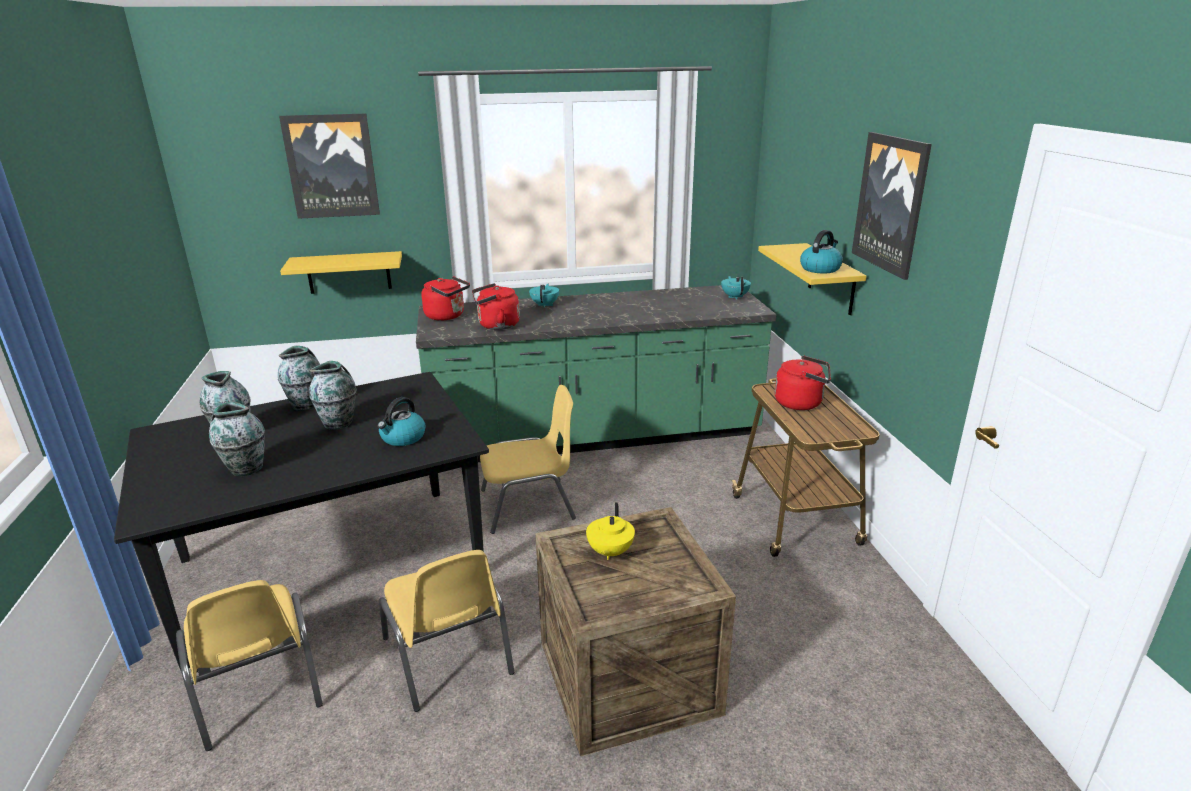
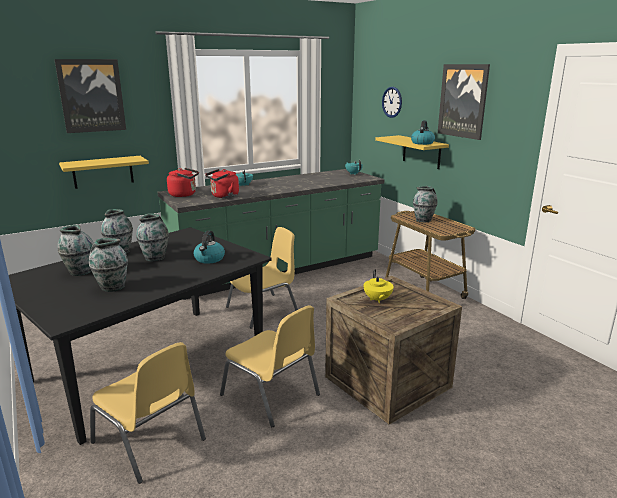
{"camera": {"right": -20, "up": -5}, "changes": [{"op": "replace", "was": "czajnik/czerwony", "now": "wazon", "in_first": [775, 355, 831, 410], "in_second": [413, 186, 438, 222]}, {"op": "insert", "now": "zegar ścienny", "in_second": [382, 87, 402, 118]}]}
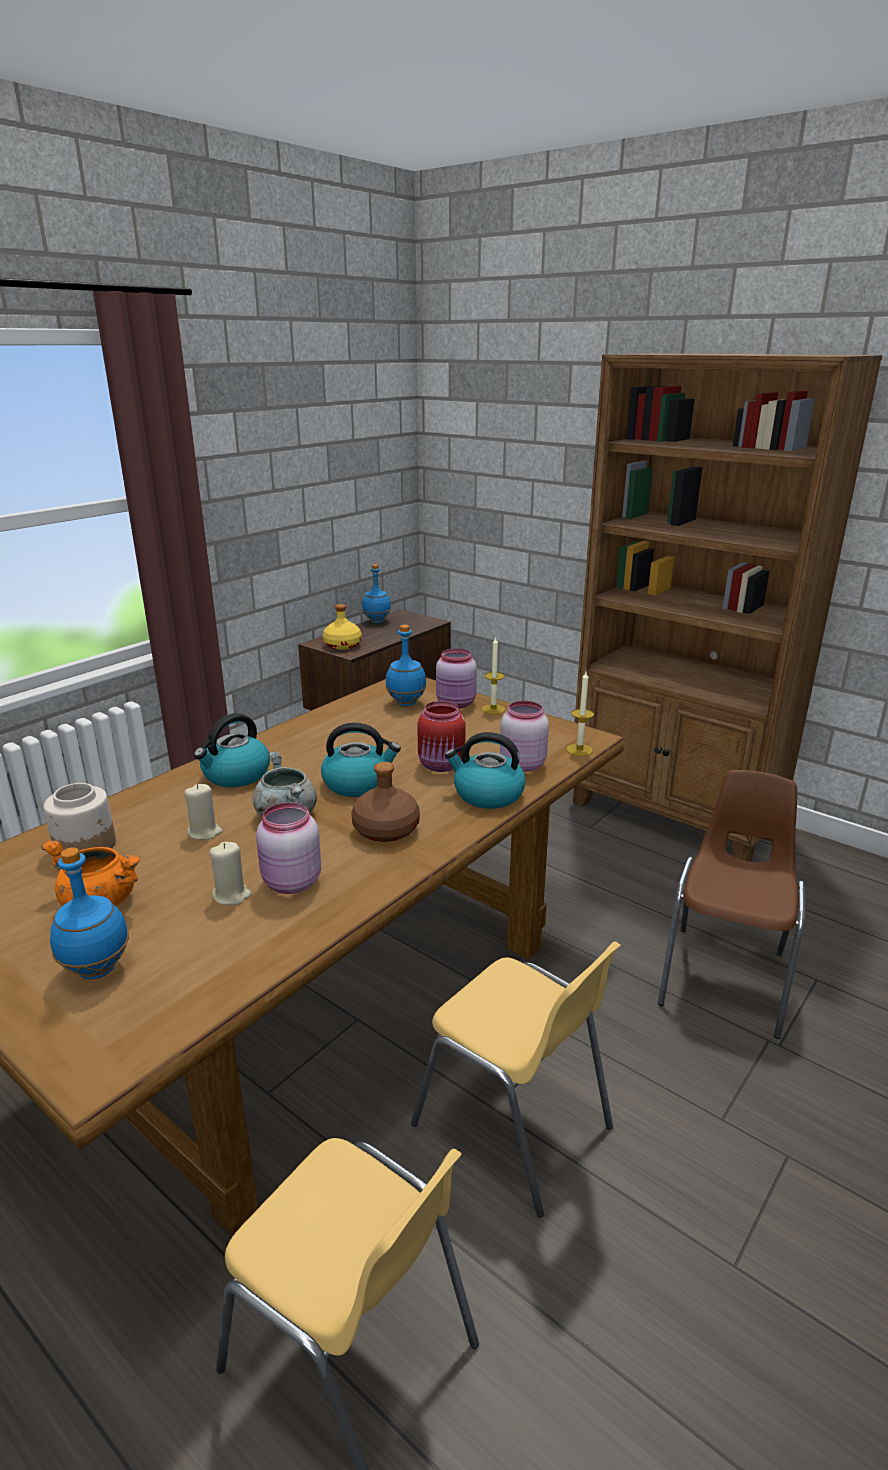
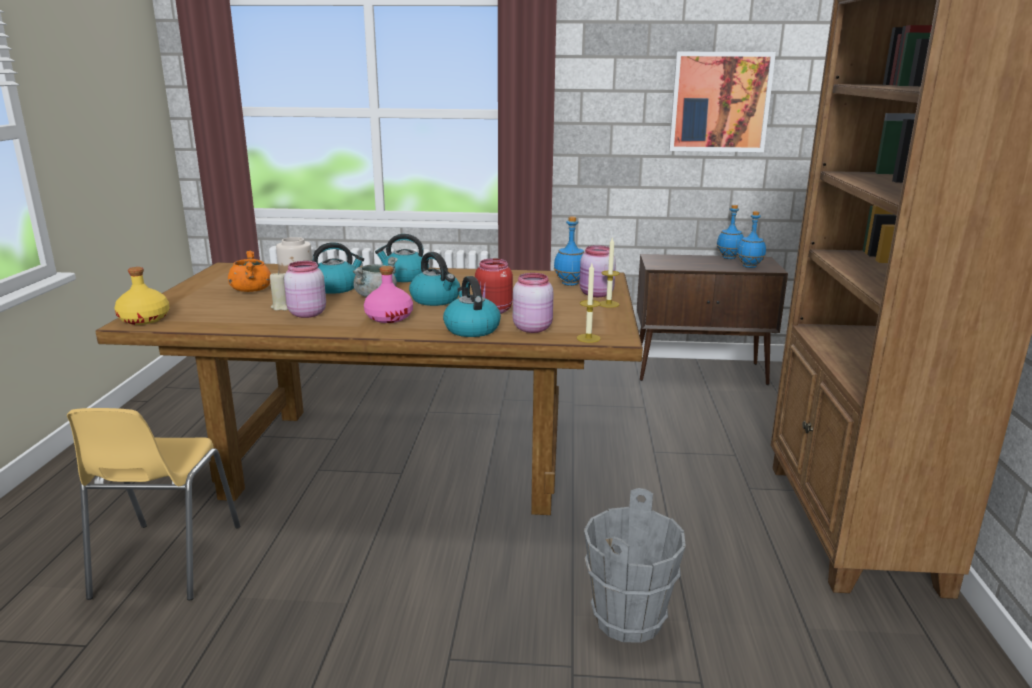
{"camera": {"right": 55, "up": -5}, "changes": [{"op": "move", "was": "butelka/żółty", "in_first": [323, 604, 362, 650], "in_second": [114, 267, 169, 325]}, {"op": "recolor", "was": "butelka/brązowy", "now": "butelka/różowy", "in_first": [351, 762, 420, 842], "in_second": [364, 266, 413, 323]}, {"op": "replace", "was": "krzesło/brązowy", "now": "wiadro/szary", "in_first": [658, 770, 806, 1039], "in_second": [584, 488, 686, 643]}, {"op": "replace", "was": "świeca/beżowy", "now": "czajnik", "in_first": [184, 784, 223, 840], "in_second": [312, 242, 364, 294]}, {"op": "move", "was": "butelka/niebieski", "in_first": [50, 847, 129, 979], "in_second": [737, 211, 766, 268]}, {"op": "delete", "was": "krzesło/żółty", "in_first": [411, 941, 621, 1218]}, {"op": "insert", "now": "obraz", "in_second": [669, 52, 776, 152]}]}
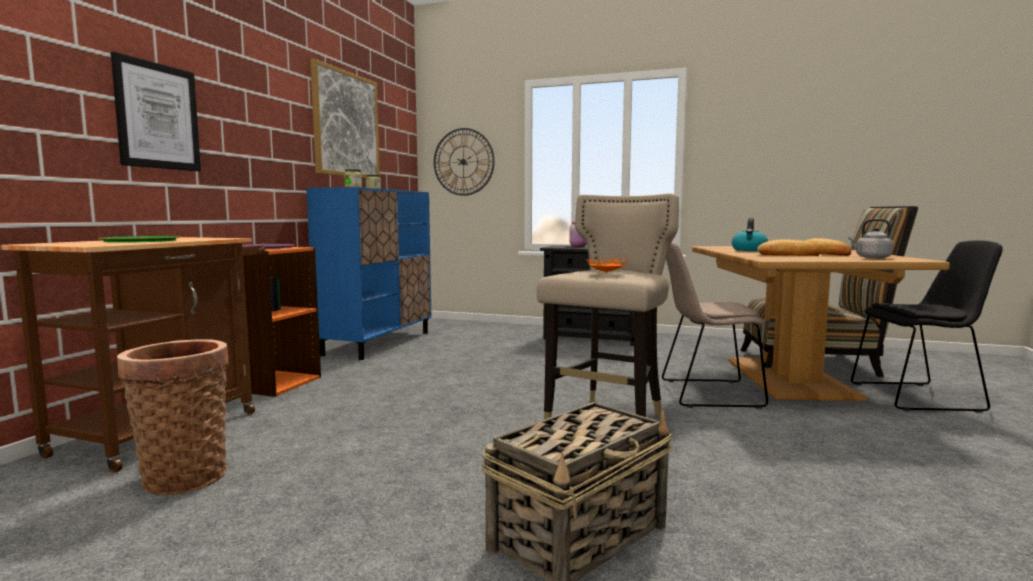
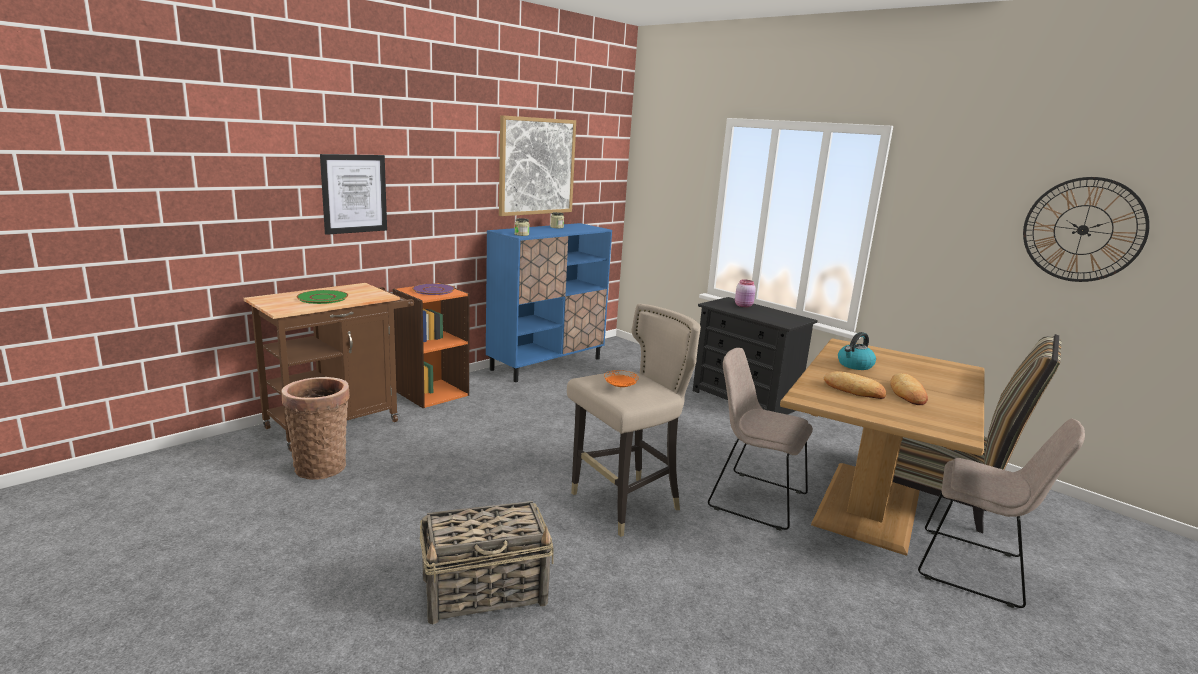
{"camera": {"right": 25, "up": 10}, "changes": [{"op": "move", "was": "zegar ścienny", "in_first": [434, 128, 495, 196], "in_second": [1023, 177, 1150, 282]}, {"op": "delete", "was": "czajnik/szary", "in_first": [848, 219, 893, 259]}, {"op": "recolor", "was": "krzesło/czarny", "now": "krzesło/beżowy", "in_first": [851, 240, 1003, 413], "in_second": [918, 419, 1085, 608]}]}
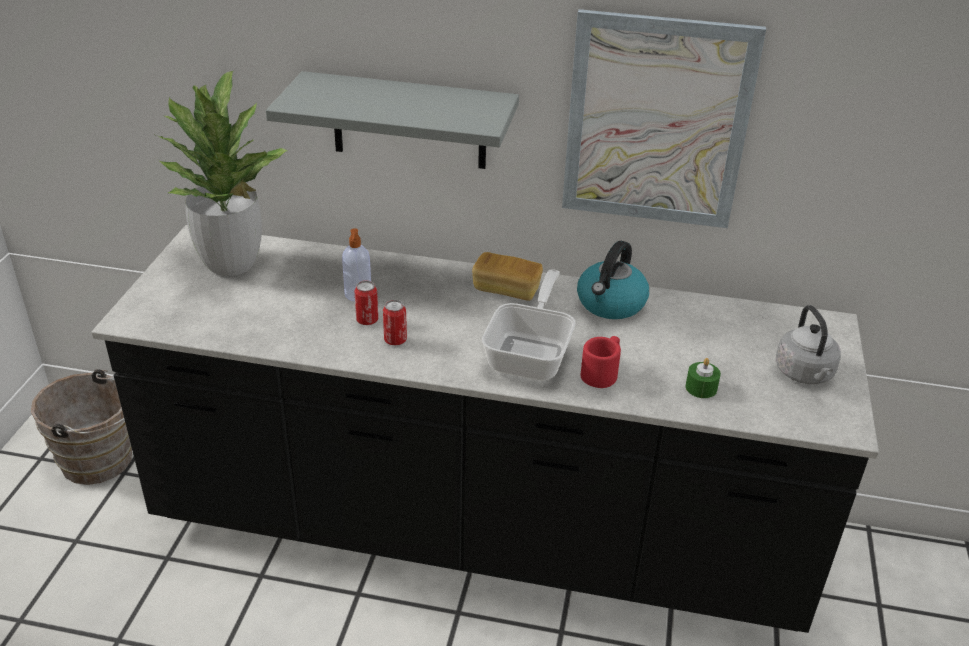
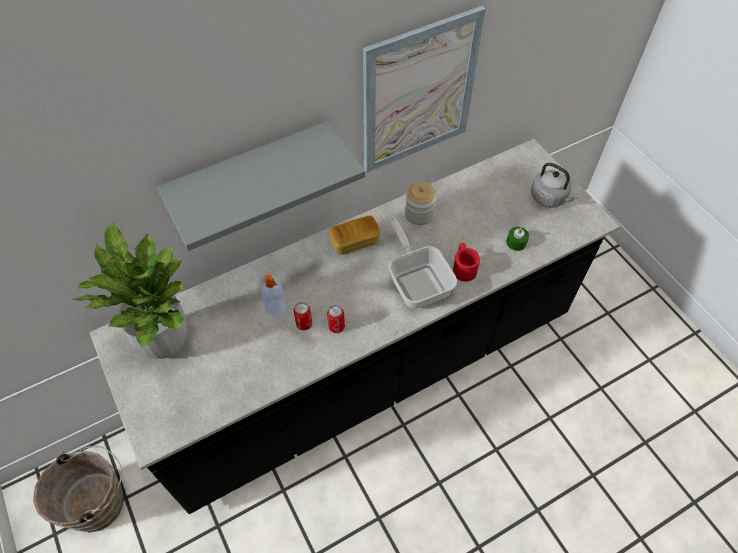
{"camera": {"right": -40, "up": 20}, "changes": [{"op": "replace", "was": "czajnik", "now": "słoik", "in_first": [577, 241, 649, 319], "in_second": [404, 182, 437, 225]}]}
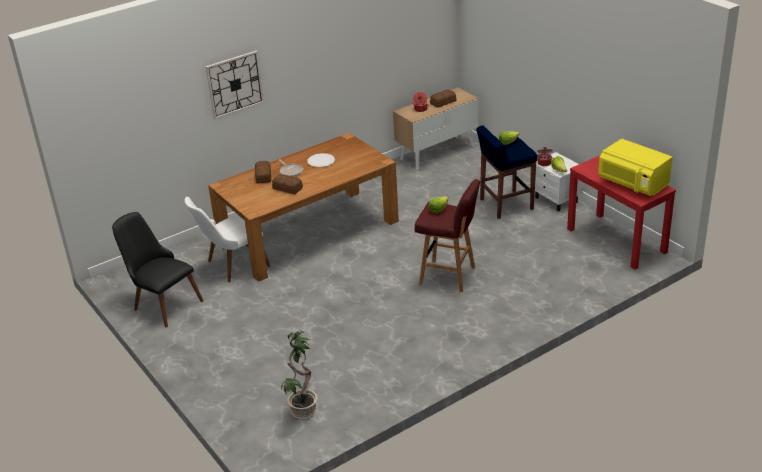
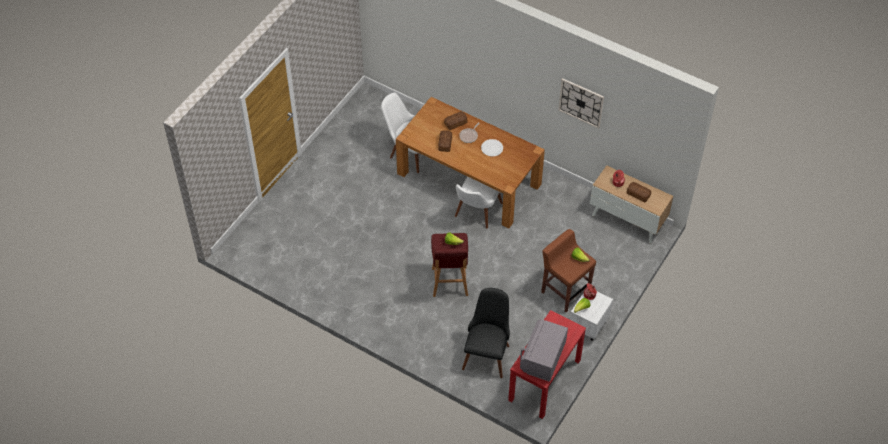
{"camera": {"right": 65, "up": 20}, "changes": [{"op": "move", "was": "zegar ścienny", "in_first": [206, 51, 264, 119], "in_second": [559, 78, 604, 129]}, {"op": "recolor", "was": "stołek/niebieski", "now": "stołek/brązowy", "in_first": [476, 125, 537, 219], "in_second": [541, 229, 596, 313]}, {"op": "recolor", "was": "mikrofalówka/żółty", "now": "mikrofalówka/szary", "in_first": [598, 139, 673, 196], "in_second": [520, 319, 568, 382]}, {"op": "move", "was": "krzesło/czarny", "in_first": [112, 212, 204, 327], "in_second": [462, 288, 510, 378]}, {"op": "delete", "was": "roślina doniczkowa", "in_first": [281, 330, 318, 419]}, {"op": "insert", "now": "krzesło/biały", "in_second": [455, 177, 503, 228]}]}
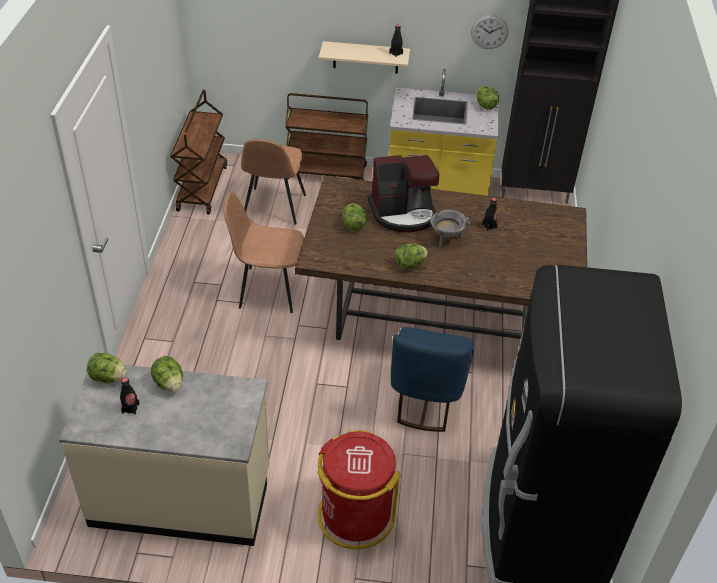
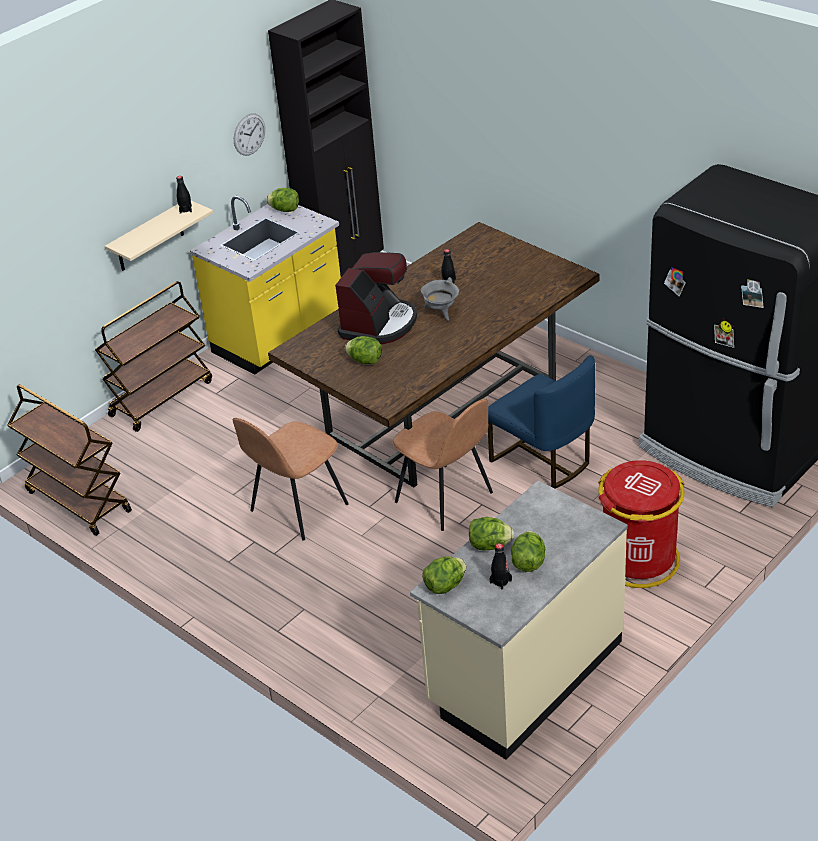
{"camera": {"right": -50, "up": -5}, "changes": [{"op": "move", "was": "krzesło/brązowy", "in_first": [241, 139, 306, 224], "in_second": [392, 398, 493, 531]}, {"op": "move", "was": "sałata", "in_first": [394, 244, 428, 270], "in_second": [511, 531, 545, 572]}]}
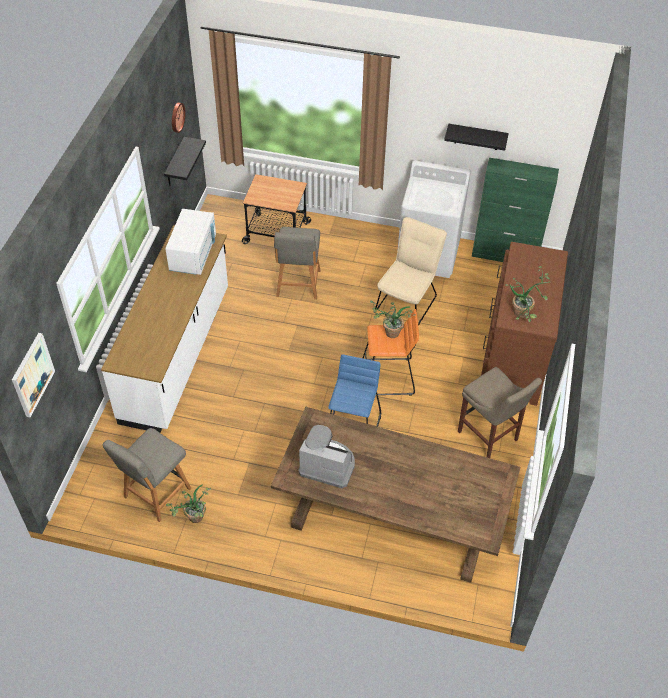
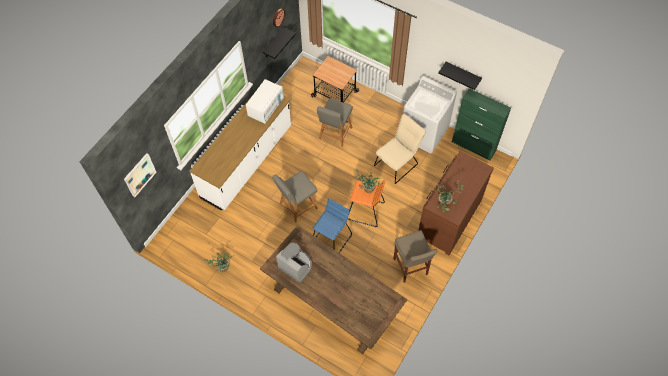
{"camera": {"right": 20, "up": 10}, "changes": [{"op": "move", "was": "krzesło/szary", "in_first": [103, 428, 191, 522], "in_second": [272, 171, 318, 223]}]}
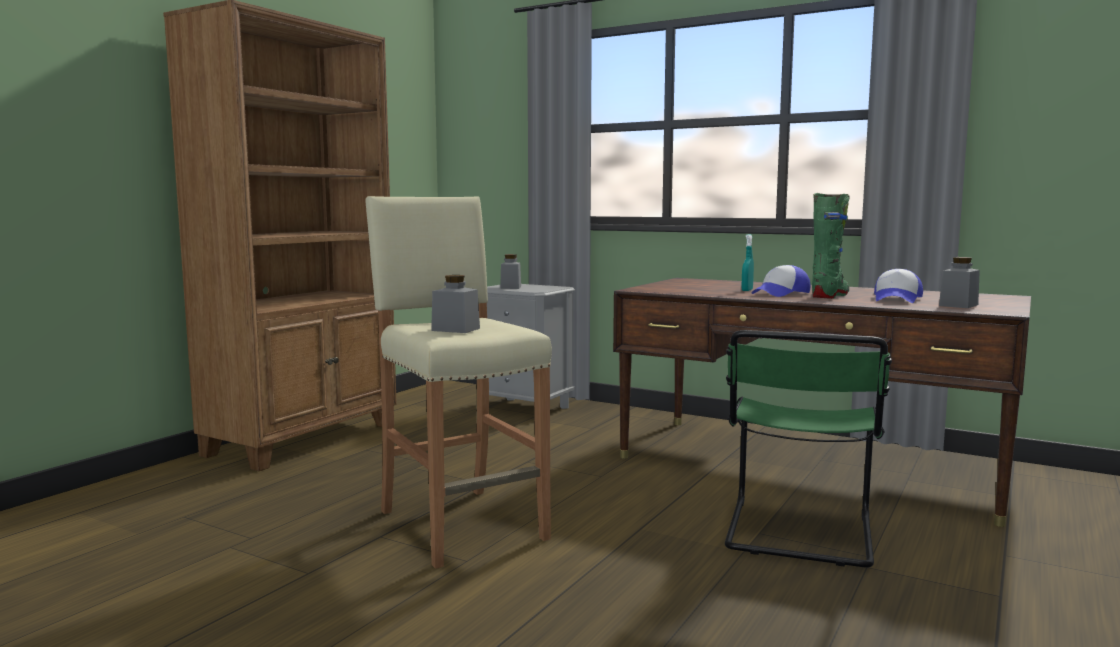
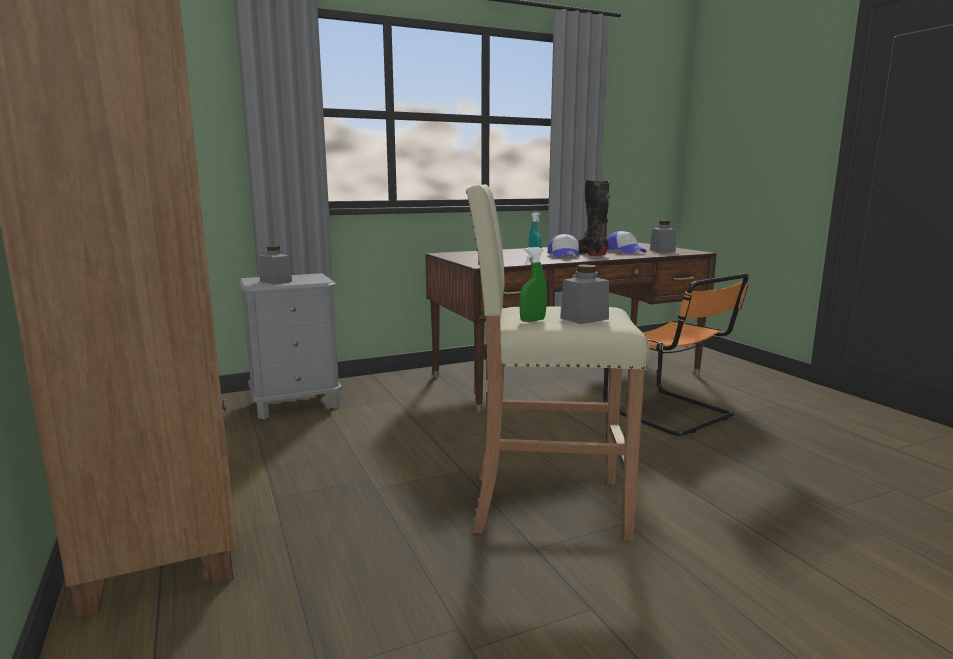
{"camera": {"right": -55, "up": 5}, "changes": [{"op": "recolor", "was": "but z cholewką/zielony", "now": "but z cholewką/czarny", "in_first": [812, 193, 850, 299], "in_second": [578, 180, 610, 256]}, {"op": "recolor", "was": "krzesło/zielony", "now": "krzesło/pomarańczowy", "in_first": [725, 330, 892, 568], "in_second": [603, 273, 749, 436]}, {"op": "insert", "now": "spryskiwacz/zielony", "in_second": [519, 247, 547, 322]}]}
